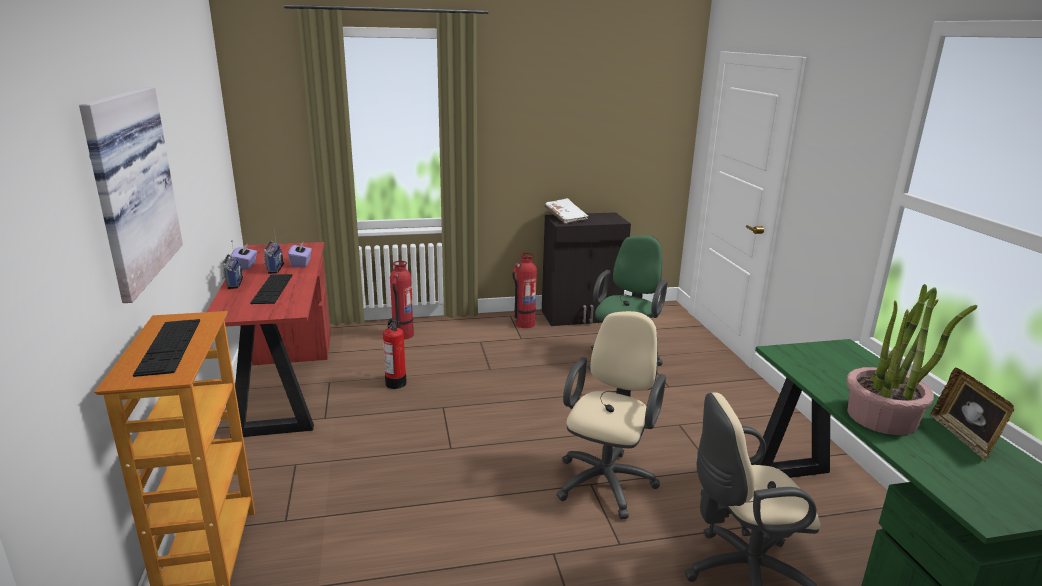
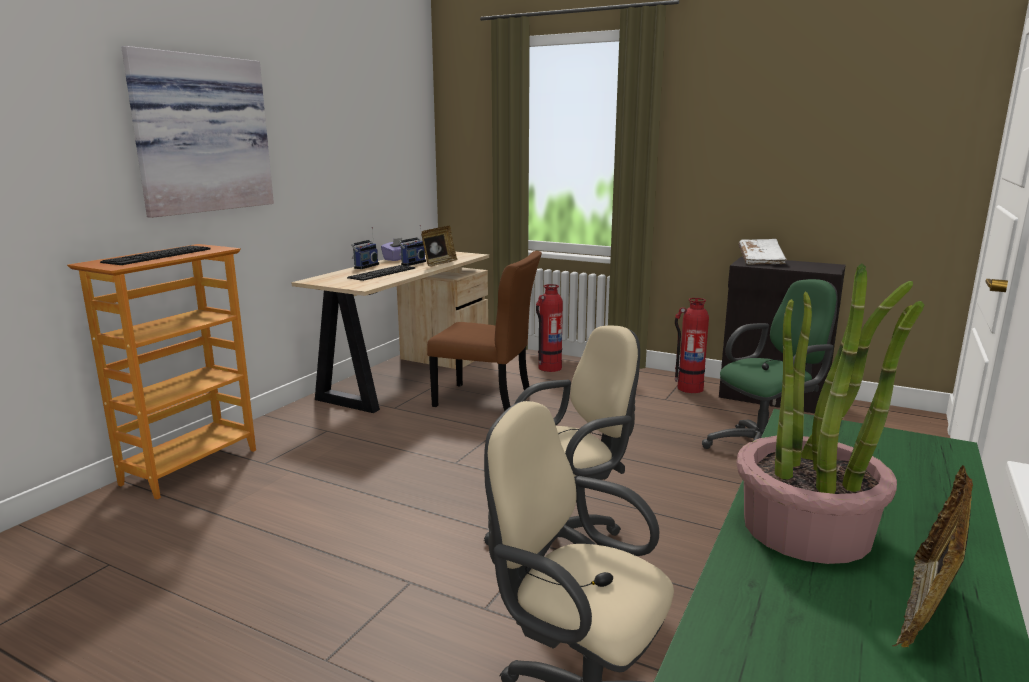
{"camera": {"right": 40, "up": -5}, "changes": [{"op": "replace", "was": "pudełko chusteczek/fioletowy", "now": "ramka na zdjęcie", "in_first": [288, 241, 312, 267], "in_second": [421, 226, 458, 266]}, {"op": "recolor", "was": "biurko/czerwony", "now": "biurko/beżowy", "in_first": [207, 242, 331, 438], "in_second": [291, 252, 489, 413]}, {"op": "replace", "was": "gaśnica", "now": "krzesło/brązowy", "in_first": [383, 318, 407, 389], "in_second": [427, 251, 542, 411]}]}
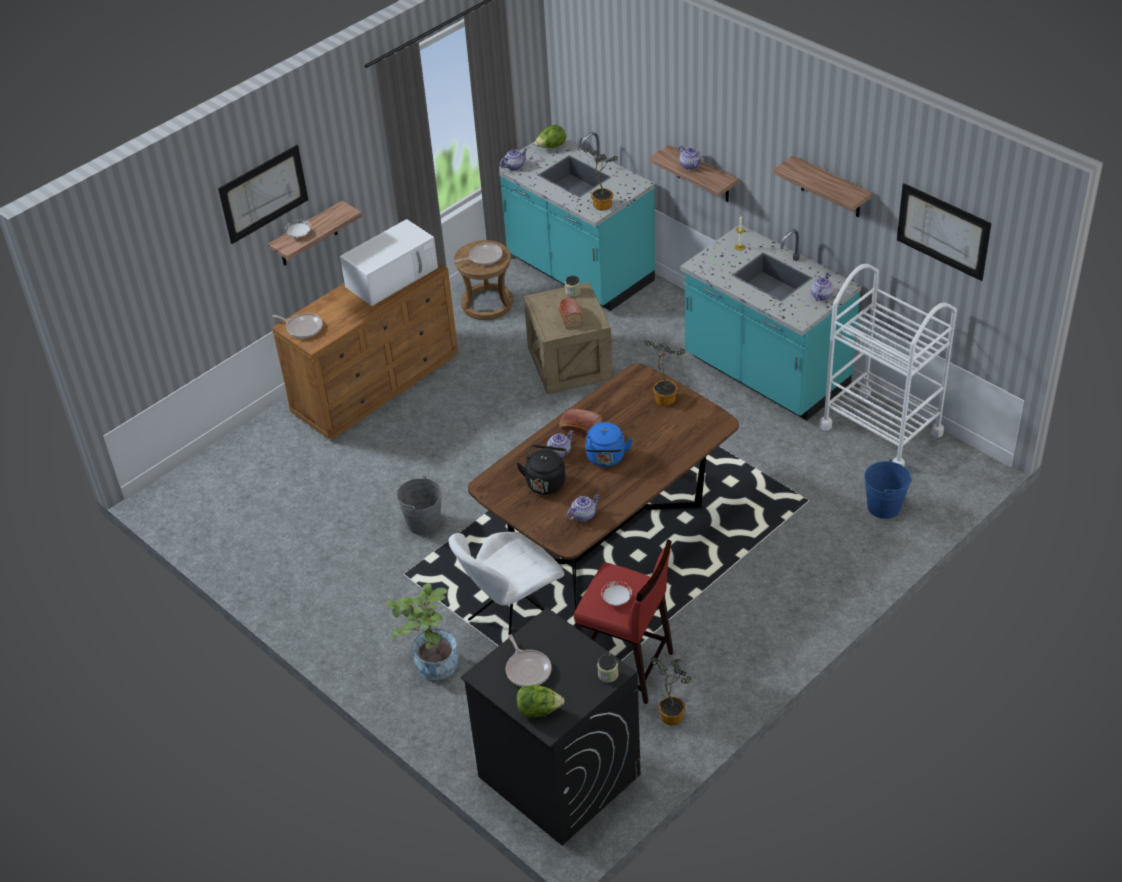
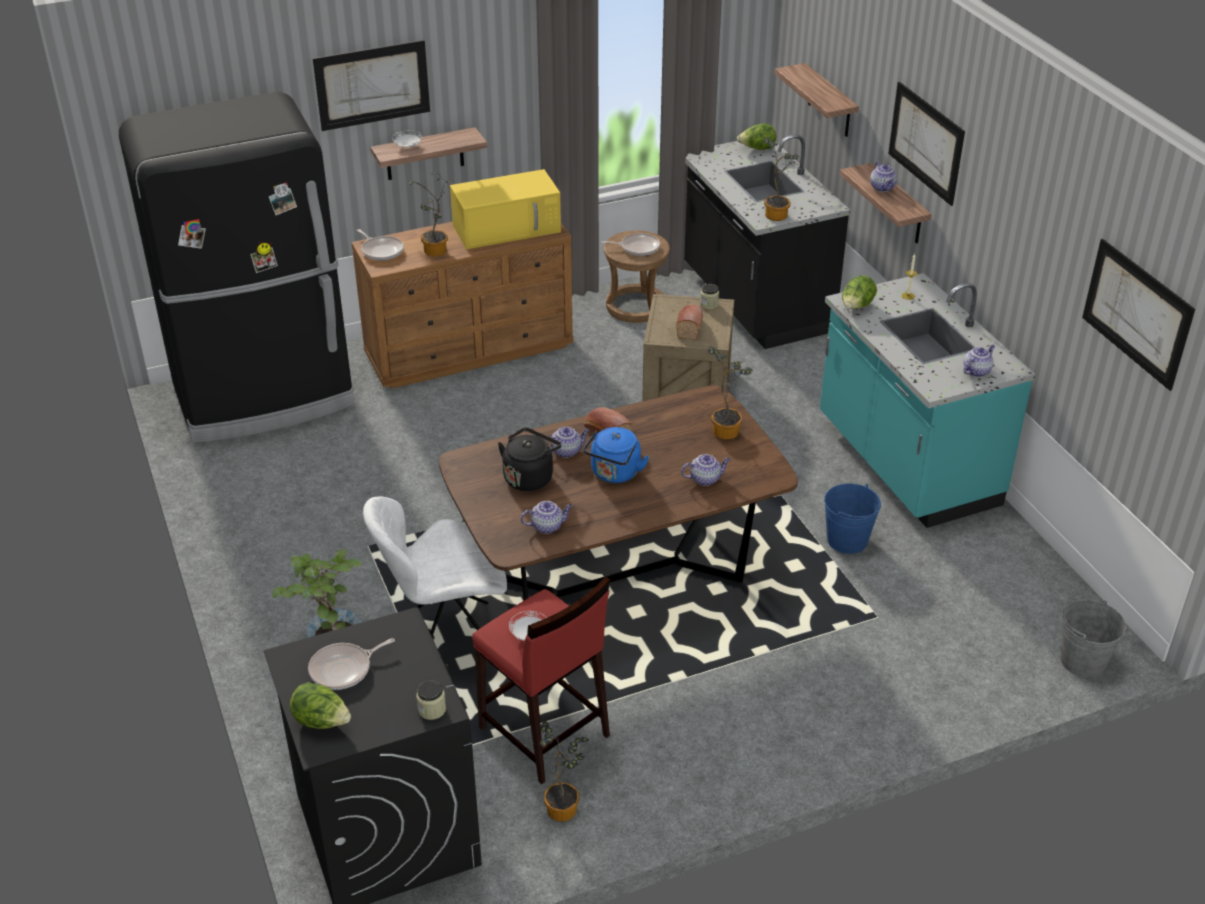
{"camera": {"right": 20, "up": -5}, "changes": [{"op": "recolor", "was": "zabudowa kuchenna/turkusowy", "now": "zabudowa kuchenna/czarny", "in_first": [499, 132, 655, 311], "in_second": [684, 135, 850, 349]}, {"op": "move", "was": "imbryk", "in_first": [500, 148, 527, 171], "in_second": [681, 454, 731, 486]}, {"op": "move", "was": "półka", "in_first": [773, 156, 873, 217], "in_second": [775, 63, 859, 137]}, {"op": "recolor", "was": "mikrofalówka/biały", "now": "mikrofalówka/żółty", "in_first": [340, 219, 438, 306], "in_second": [450, 169, 561, 249]}, {"op": "delete", "was": "wózek/biały", "in_first": [819, 264, 957, 467]}, {"op": "move", "was": "wiadro/niebieski", "in_first": [864, 459, 912, 519], "in_second": [824, 483, 881, 554]}, {"op": "move", "was": "wiadro/szary", "in_first": [396, 476, 442, 535], "in_second": [1060, 599, 1126, 678]}, {"op": "rotate", "was": "patelnia", "in_first": [506, 634, 552, 687], "in_second": [308, 638, 395, 690], "clockwise": 60}, {"op": "insert", "now": "obraz", "in_second": [888, 82, 965, 206]}, {"op": "insert", "now": "lodówka/czarny", "in_second": [119, 92, 355, 443]}, {"op": "insert", "now": "roślina doniczkowa", "in_second": [407, 170, 452, 256]}, {"op": "insert", "now": "sałata", "in_second": [842, 275, 877, 309]}]}
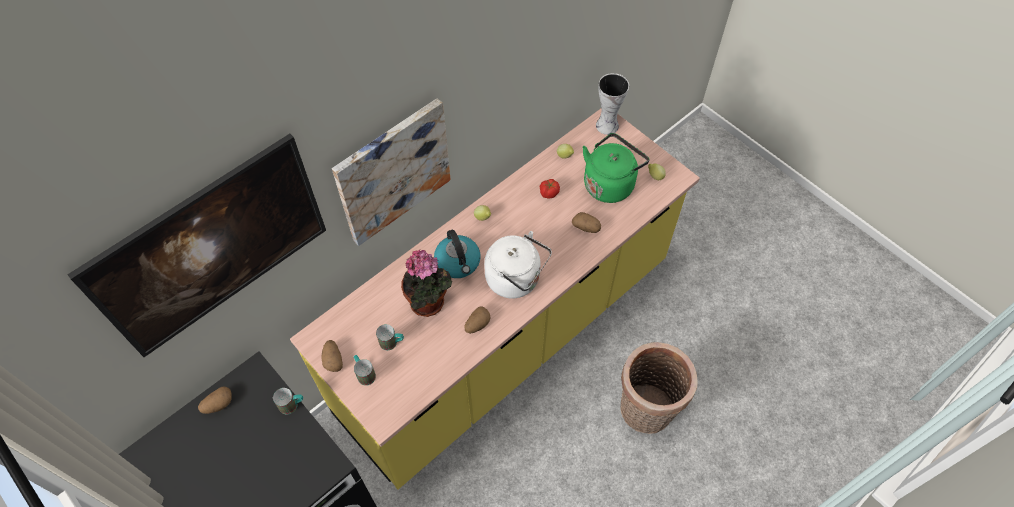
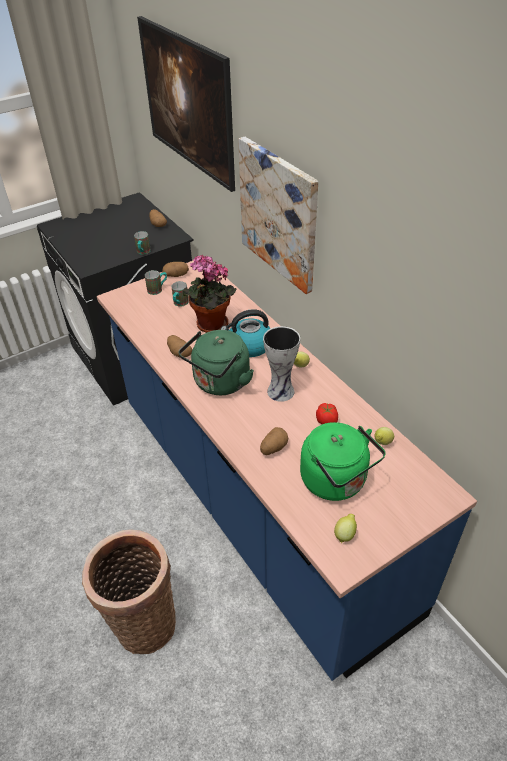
{"camera": {"right": 100, "up": -15}, "changes": [{"op": "move", "was": "wazon", "in_first": [596, 73, 629, 135], "in_second": [263, 326, 300, 402]}, {"op": "recolor", "was": "zabudowa kuchenna/żółty", "now": "zabudowa kuchenna/niebieski", "in_first": [290, 109, 700, 490], "in_second": [97, 260, 477, 681]}, {"op": "recolor", "was": "czajnik/biały", "now": "czajnik/zielony", "in_first": [484, 231, 552, 299], "in_second": [178, 330, 254, 395]}]}
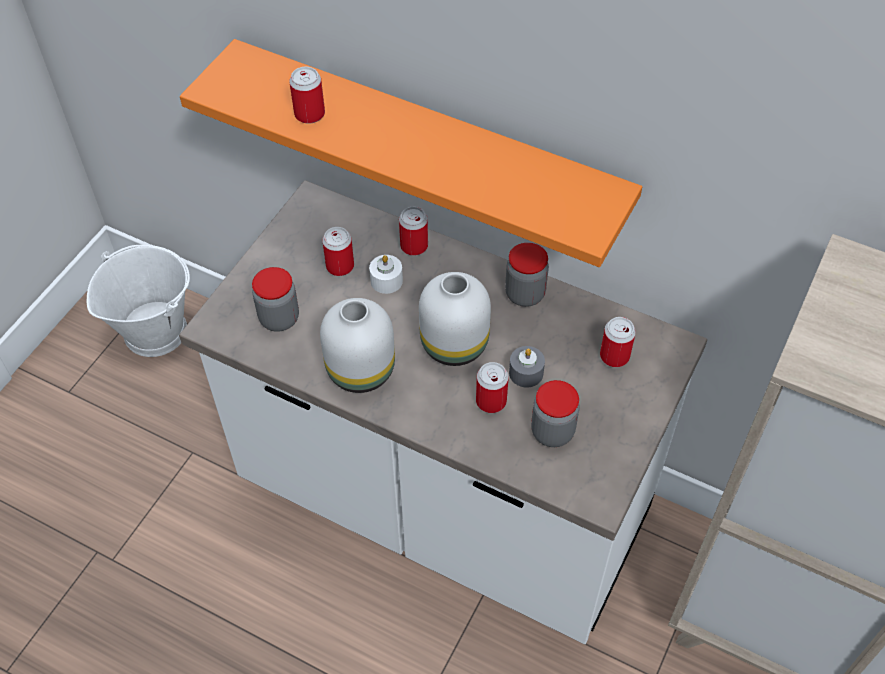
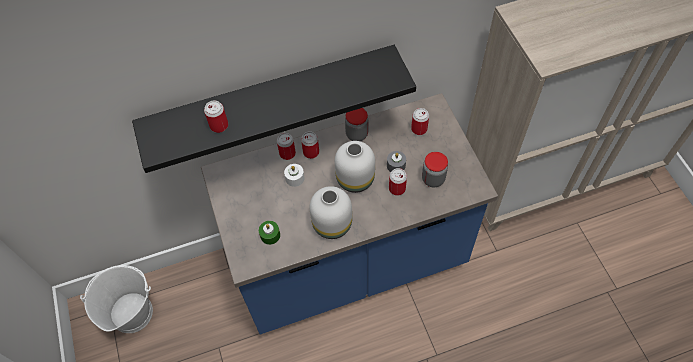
{"camera": {"right": -45, "up": 5}, "changes": [{"op": "recolor", "was": "półka/pomarańczowy", "now": "półka/czarny", "in_first": [180, 39, 642, 267], "in_second": [132, 45, 416, 173]}, {"op": "recolor", "was": "zabudowa kuchenna/biały", "now": "zabudowa kuchenna/niebieski", "in_first": [179, 180, 707, 644], "in_second": [201, 93, 498, 335]}, {"op": "move", "was": "puszka", "in_first": [322, 227, 354, 276], "in_second": [301, 131, 319, 159]}, {"op": "replace", "was": "słoik", "now": "świeca/zielony", "in_first": [252, 267, 299, 332], "in_second": [259, 221, 280, 245]}]}
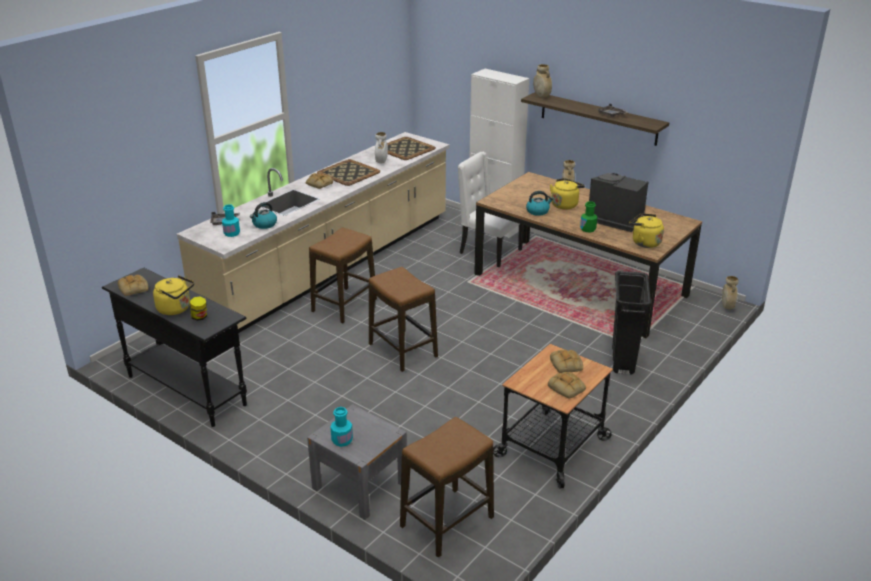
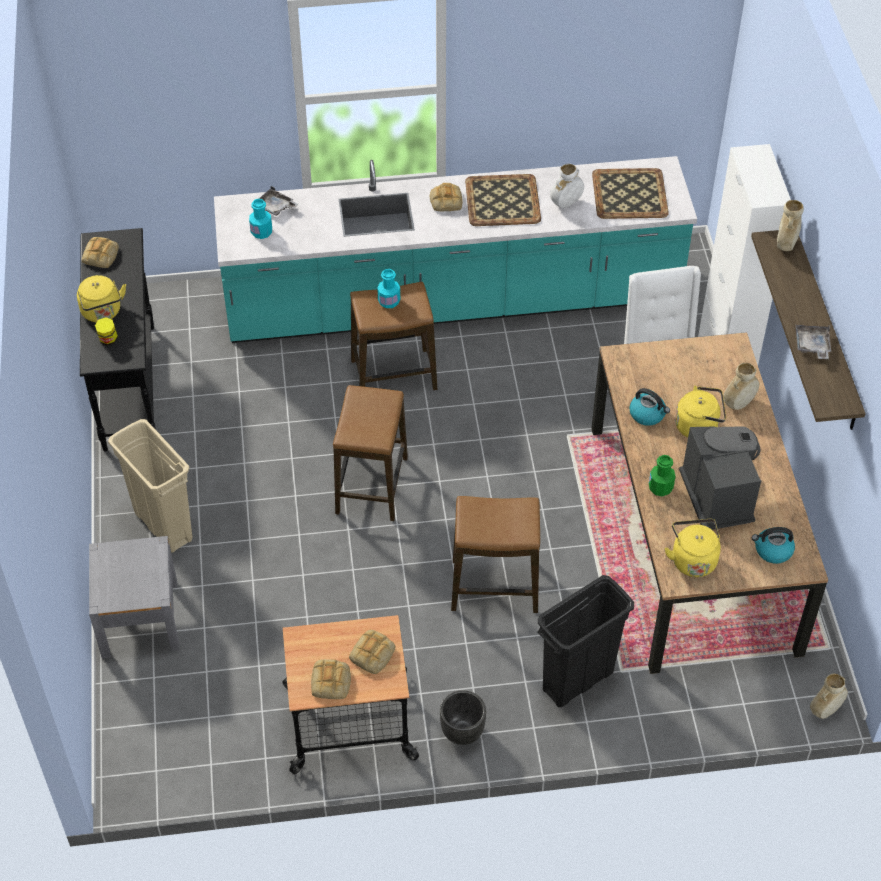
{"camera": {"right": 45, "up": 20}, "changes": [{"op": "recolor", "was": "zabudowa kuchenna/beżowy", "now": "zabudowa kuchenna/turkusowy", "in_first": [177, 132, 450, 333], "in_second": [214, 156, 697, 343]}, {"op": "move", "was": "czajnik", "in_first": [250, 202, 277, 229], "in_second": [752, 527, 795, 564]}, {"op": "move", "was": "butelka/turkusowy", "in_first": [331, 407, 353, 447], "in_second": [377, 269, 400, 308]}, {"op": "move", "was": "stołek", "in_first": [400, 417, 494, 558], "in_second": [451, 496, 540, 613]}, {"op": "insert", "now": "kosz na śmieci/beżowy", "in_second": [108, 419, 192, 553]}, {"op": "insert", "now": "donica/czarny", "in_second": [440, 690, 486, 745]}]}
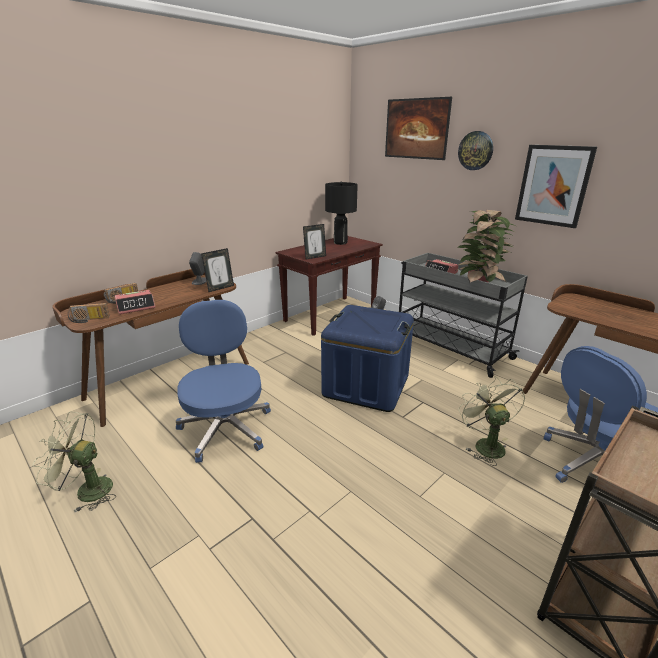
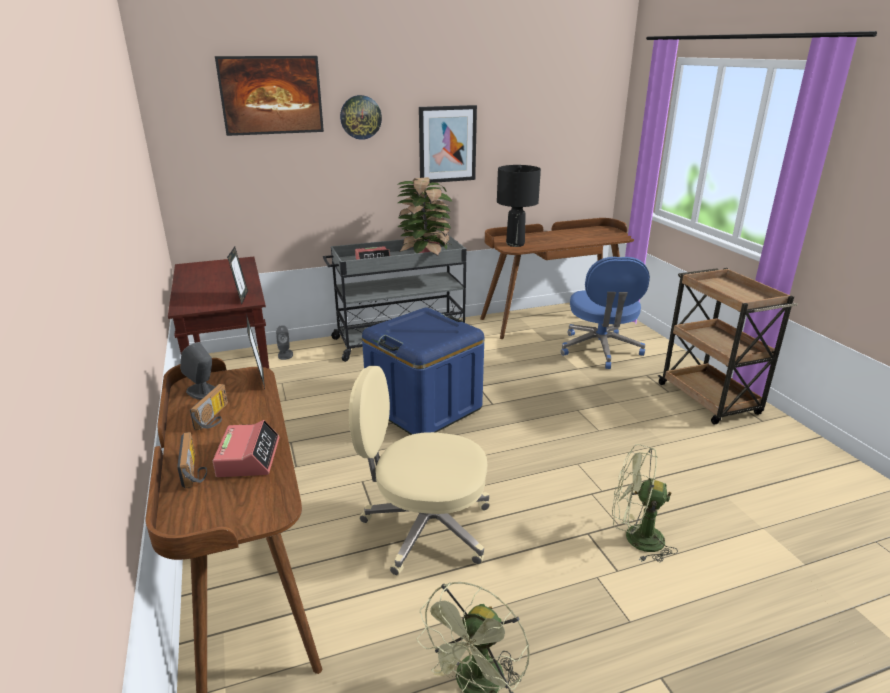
{"camera": {"right": -65, "up": 0}, "changes": [{"op": "move", "was": "lampa stołowa/czarny", "in_first": [325, 181, 358, 245], "in_second": [497, 165, 541, 247]}, {"op": "recolor", "was": "krzesło biurowe/niebieski", "now": "krzesło biurowe/beżowy", "in_first": [176, 300, 271, 463], "in_second": [349, 366, 490, 576]}, {"op": "move", "was": "radio", "in_first": [68, 303, 110, 323], "in_second": [190, 384, 228, 430]}, {"op": "move", "was": "wentylator/zielony", "in_first": [458, 377, 525, 466], "in_second": [612, 444, 678, 563]}]}
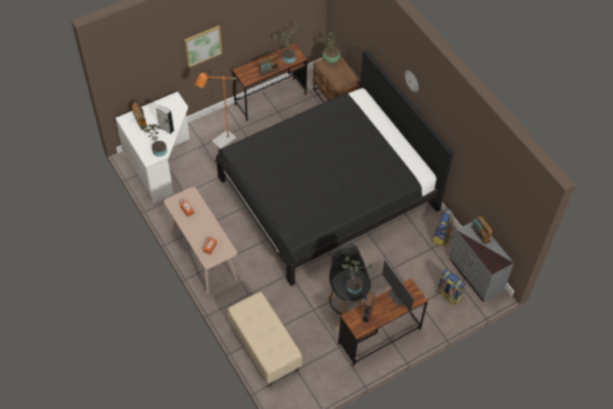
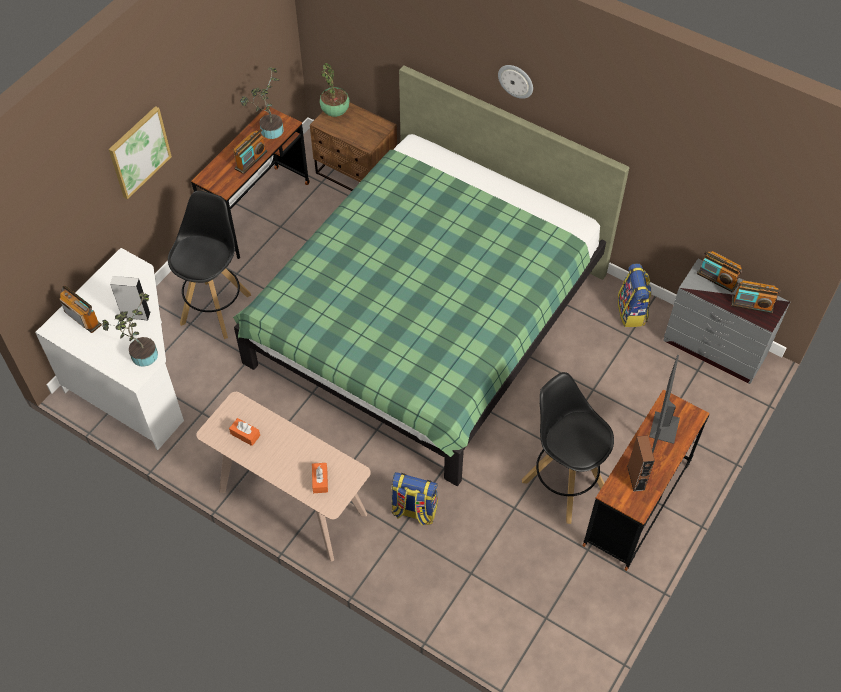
{"camera": {"right": -25, "up": 0}, "changes": [{"op": "recolor", "was": "łóżko/czarny", "now": "łóżko/zielony", "in_first": [215, 49, 453, 286], "in_second": [233, 66, 629, 486]}, {"op": "replace", "was": "lampa stojąca/pomarańczowy", "now": "stołek/czarny", "in_first": [195, 73, 237, 149], "in_second": [168, 191, 251, 339]}, {"op": "delete", "was": "roślina doniczkowa", "in_first": [342, 256, 372, 294]}, {"op": "rotate", "was": "monitor", "in_first": [382, 260, 414, 313], "in_second": [649, 355, 680, 452], "clockwise": 75}, {"op": "move", "was": "plecak", "in_first": [437, 269, 466, 305], "in_second": [391, 472, 438, 526]}, {"op": "delete", "was": "ławka/beżowy", "in_first": [227, 292, 302, 387]}, {"op": "insert", "now": "radio", "in_second": [731, 280, 781, 314]}]}
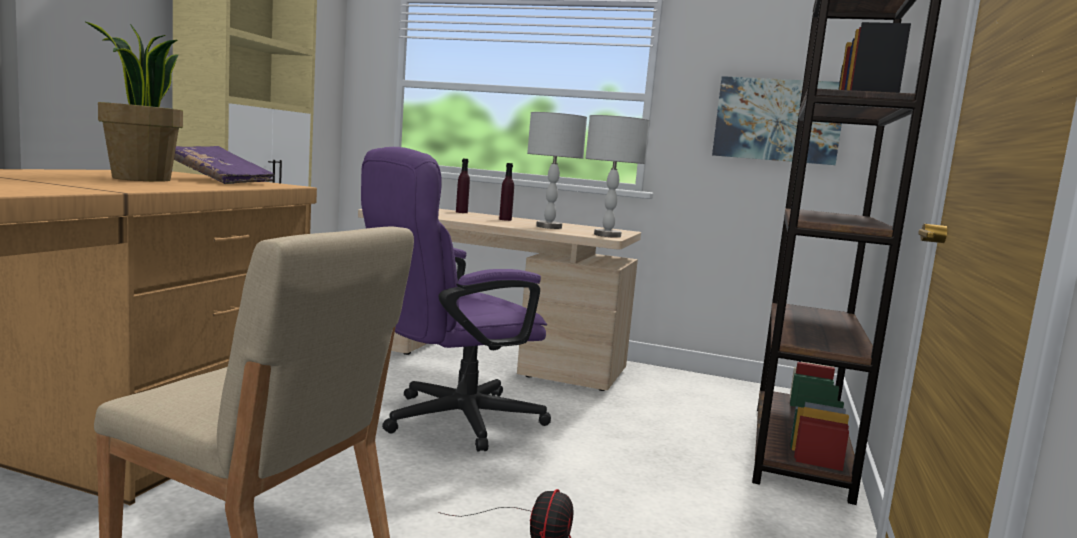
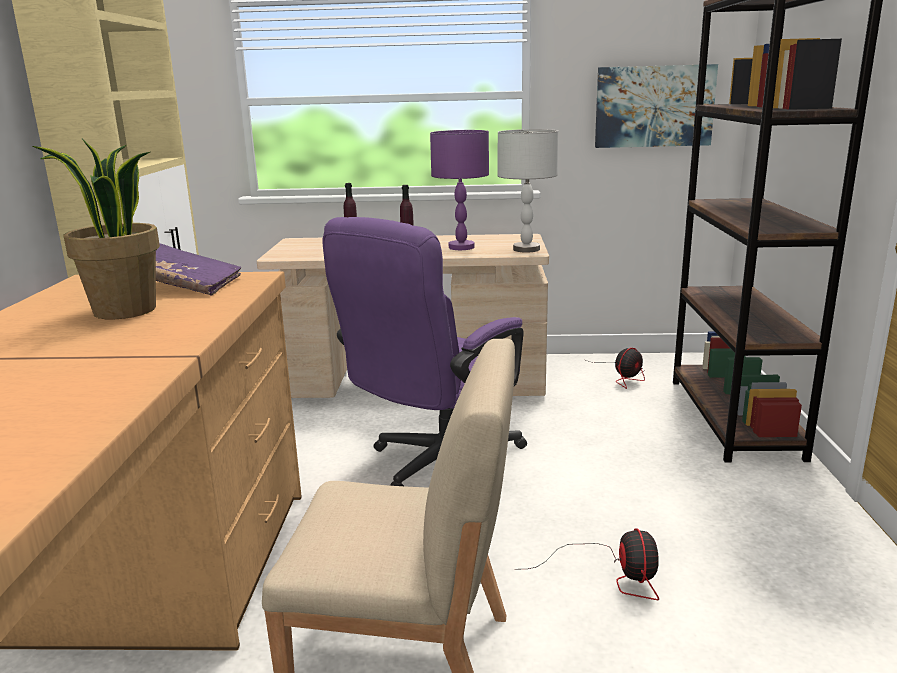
{"camera": {"right": -15, "up": 10}, "changes": [{"op": "recolor", "was": "lampa stołowa/szary", "now": "lampa stołowa/fioletowy", "in_first": [527, 112, 587, 229], "in_second": [430, 130, 489, 250]}, {"op": "insert", "now": "wentylator", "in_second": [586, 348, 645, 389]}]}
